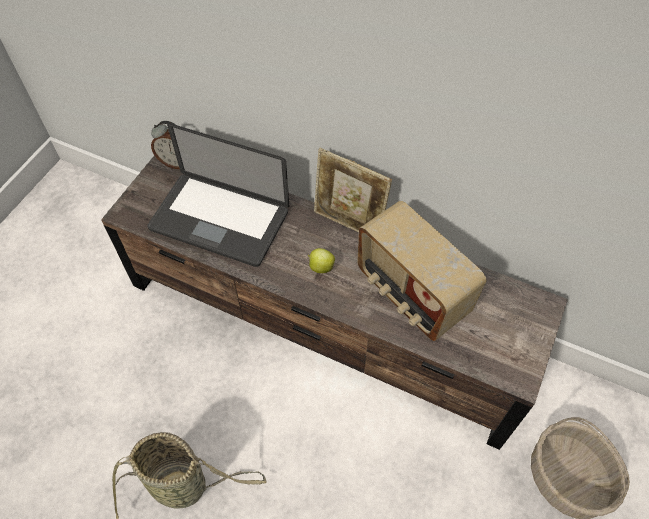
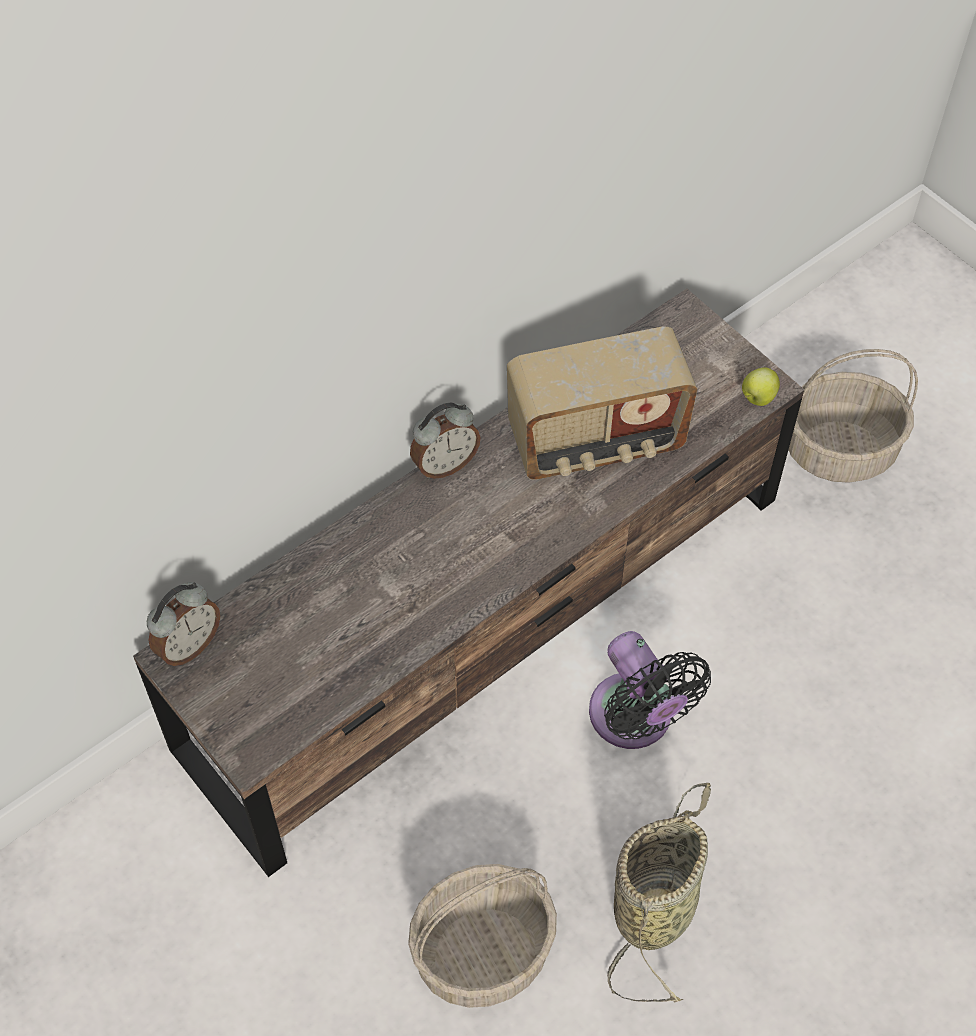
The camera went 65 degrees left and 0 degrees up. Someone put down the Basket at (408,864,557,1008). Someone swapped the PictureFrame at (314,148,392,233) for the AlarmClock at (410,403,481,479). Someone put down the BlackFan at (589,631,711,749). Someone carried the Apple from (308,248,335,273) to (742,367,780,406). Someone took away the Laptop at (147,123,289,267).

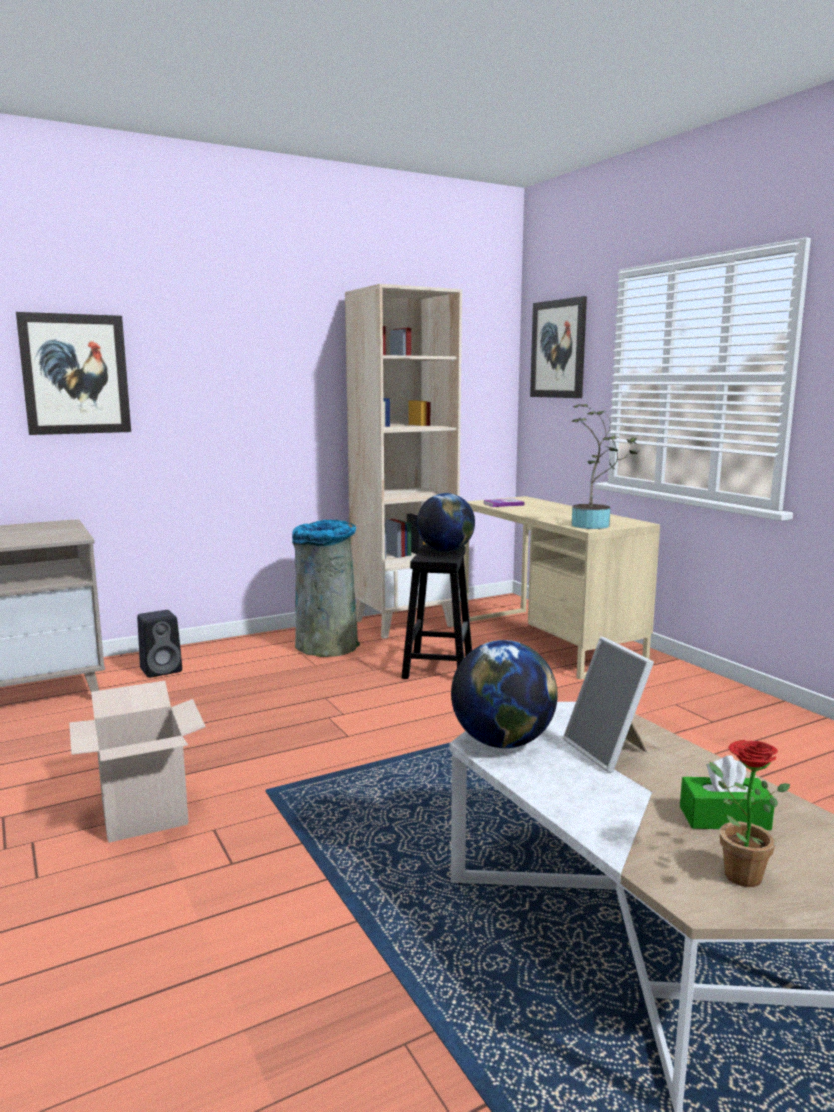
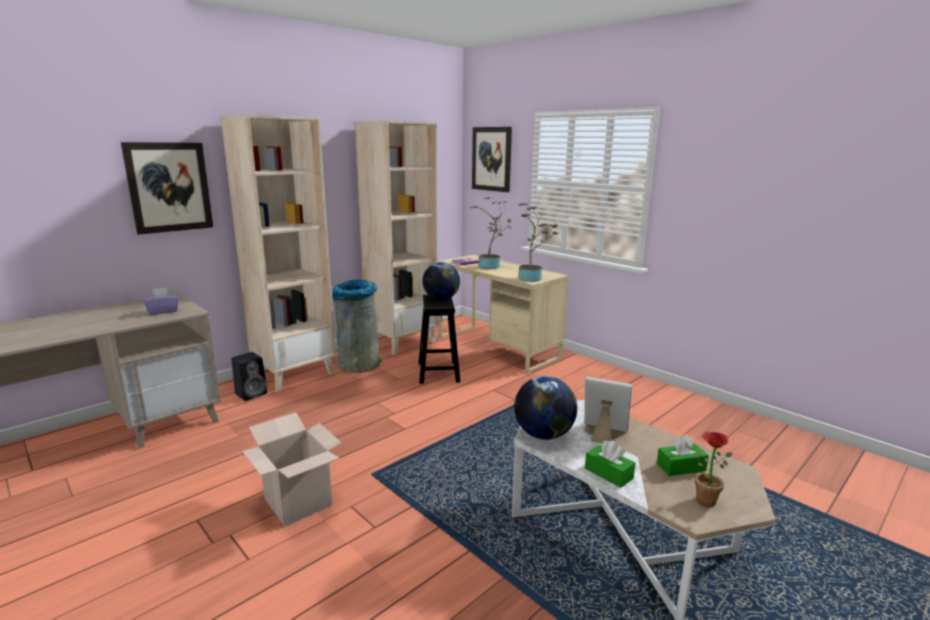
The camera went 15 degrees left and 5 degrees up. Someone put down the PurpleTissueBox at (143,287,179,315). Someone put down the BeigeBookcase at (221,115,336,392). Someone put down the PottedPlant at (470,197,512,269). Someone rotated the PictureFrame at (563,637,654,773) by 150 degrees clockwise. Someone put down the GreenTissueBox at (585,441,635,488).

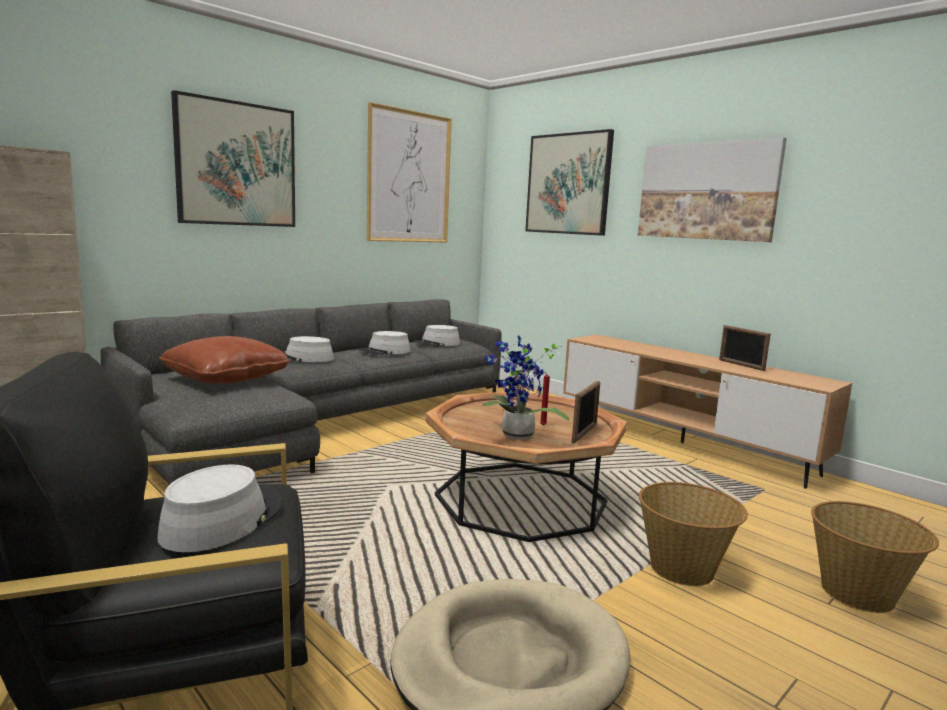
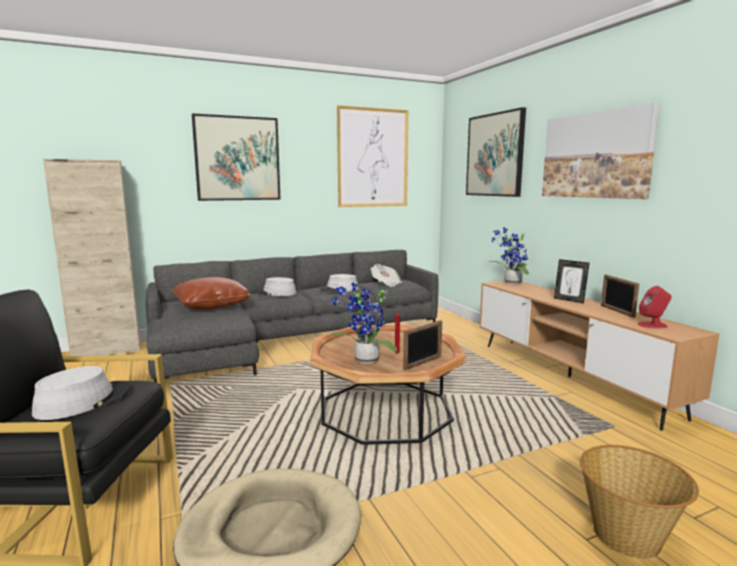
The camera went 20 degrees right and 0 degrees up. Someone swapped the GreyHat at (414,325,460,347) for the Newspaper at (371,264,402,287). Someone put down the PottedPlant at (489,227,529,284). Someone put down the PictureFrame at (554,259,589,304). Someone put down the RedSpeaker at (638,286,672,328). Someone took away the Basket at (639,482,748,586).

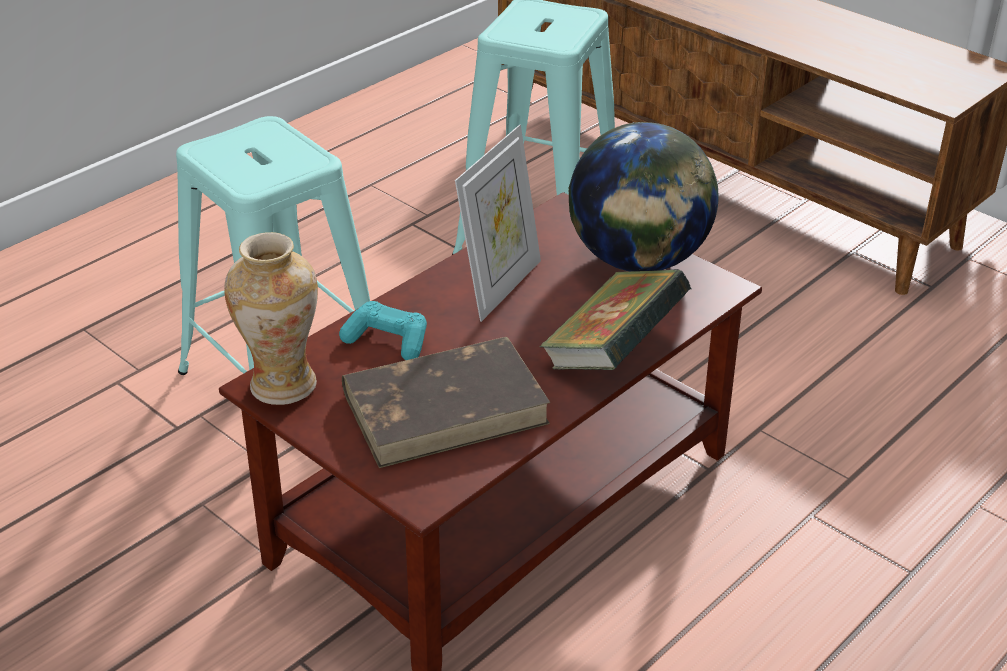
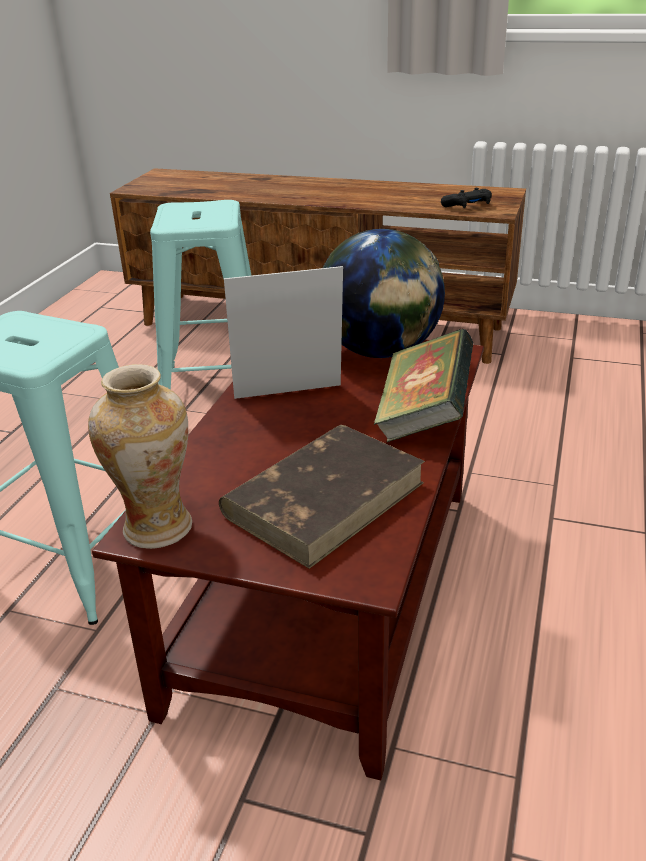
The camera went 25 degrees left and 5 degrees down. Someone rotated the PictureFrame at (455,125,541,322) by 105 degrees counterclockwise. Someone put down the BlackGameController at (441,188,492,208). Someone took away the TurquoiseGameController at (339,301,427,360).

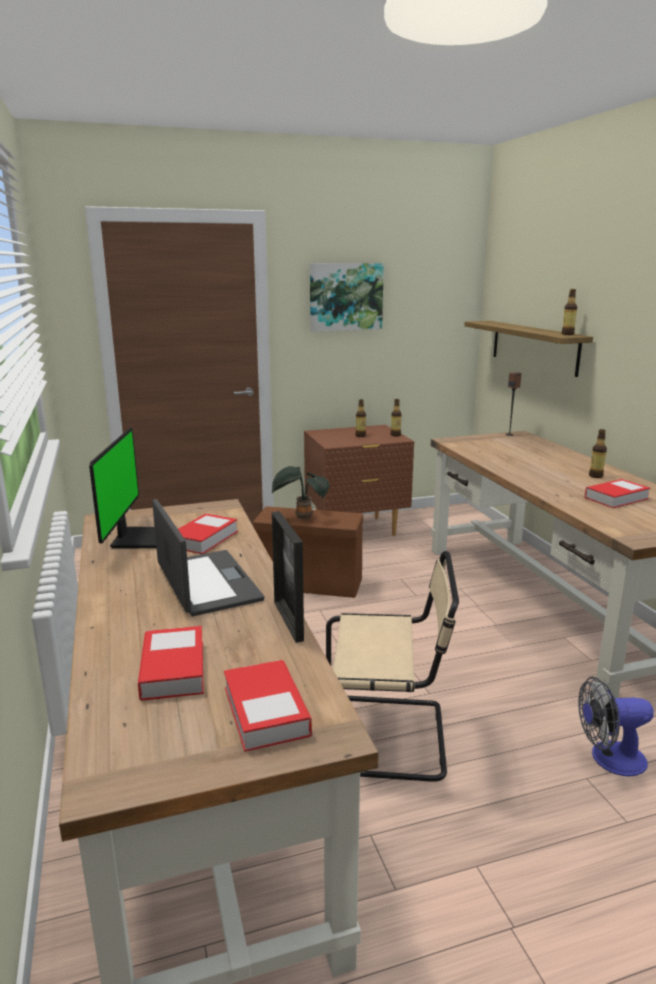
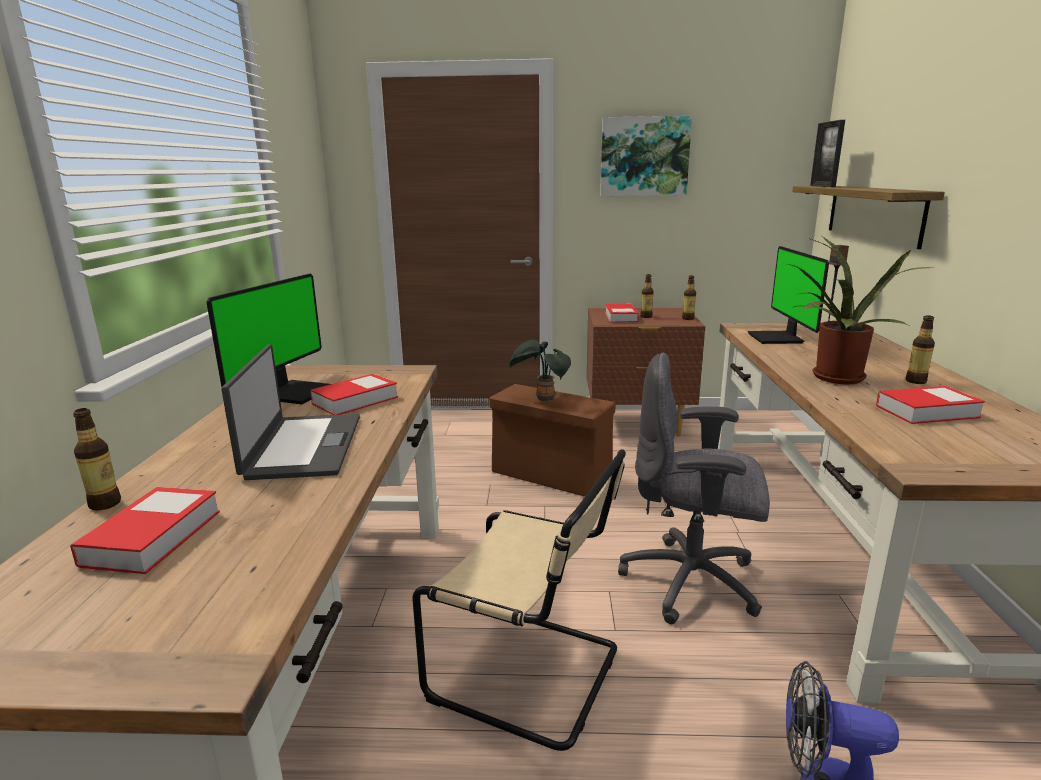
The camera went 20 degrees right and 0 degrees up. Someone carried the Bottle from (562,289,577,335) to (73,408,121,511). Someone carried the Book from (224,660,312,752) to (605,304,639,323). Someone put down the GreyOfficeChair at (618,353,770,624). Someone put down the Monitor at (748,246,829,344). Someone put down the PottedPlant at (788,237,933,384). Someone carried the PictureFrame from (272,511,304,643) to (810,120,845,187).

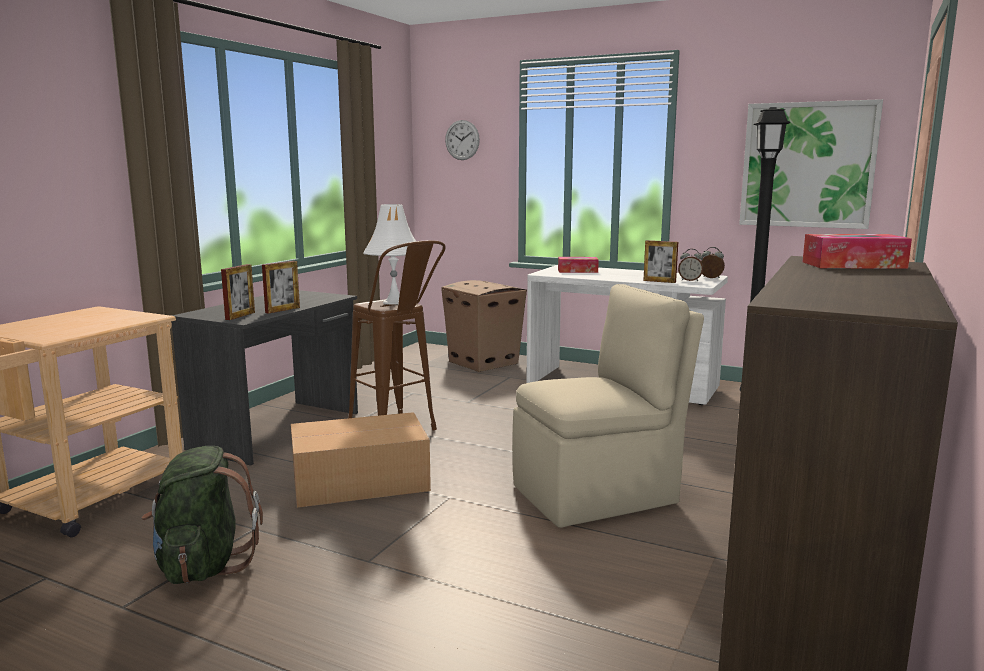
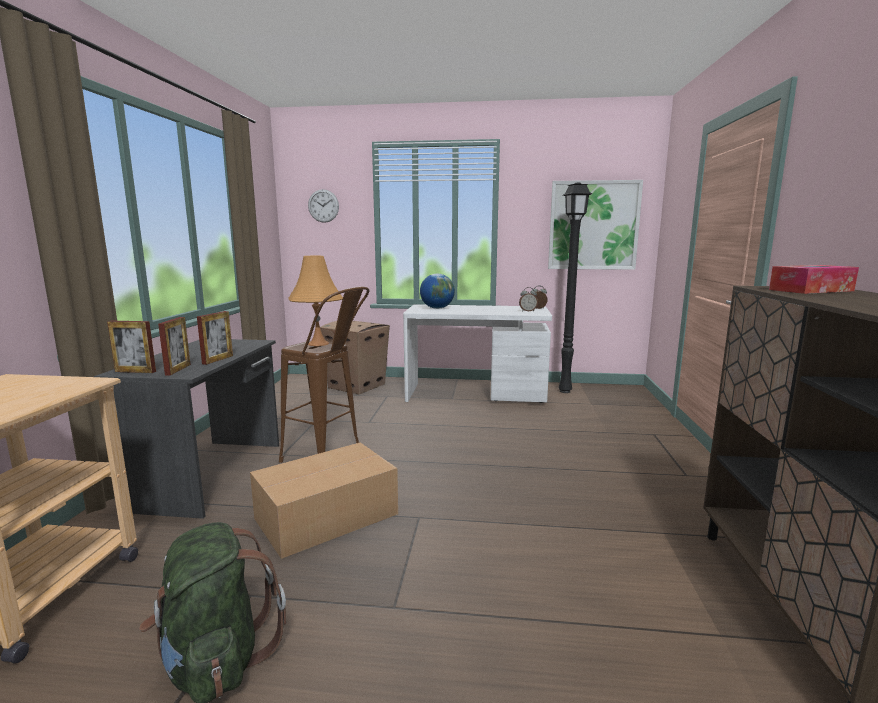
The camera went 20 degrees left and 0 degrees up. Someone carried the PictureFrame from (643,240,678,283) to (107,321,156,373). Someone repainted the WhiteTableLamp at (363,204,416,305), which became the OrangeTableLamp at (289,256,343,346). Someone swapped the TissueBox at (558,257,599,273) for the Globe at (420,274,455,309). Someone took away the BeigeChair at (512,284,704,528).

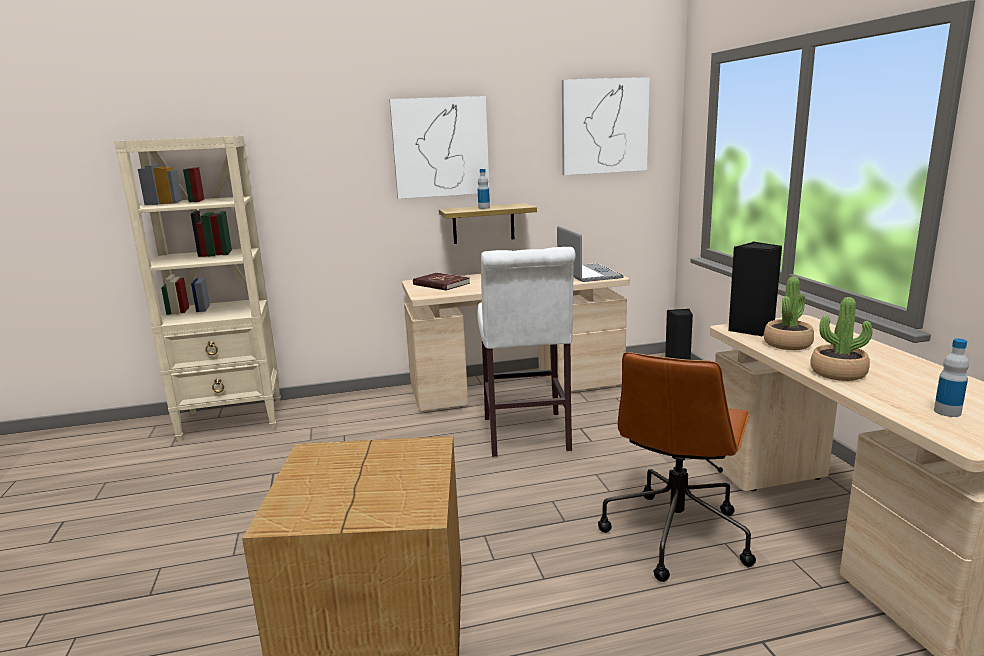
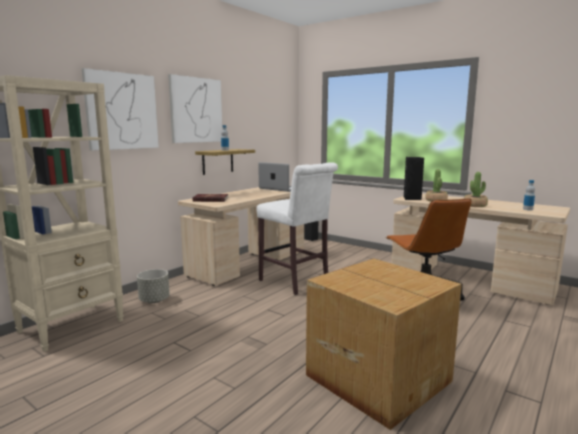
The camera went 40 degrees left and 5 degrees down. Someone carried the Picture from (562,77,650,175) to (82,68,159,151). Someone put down the GreyPlanter at (137,269,170,303).

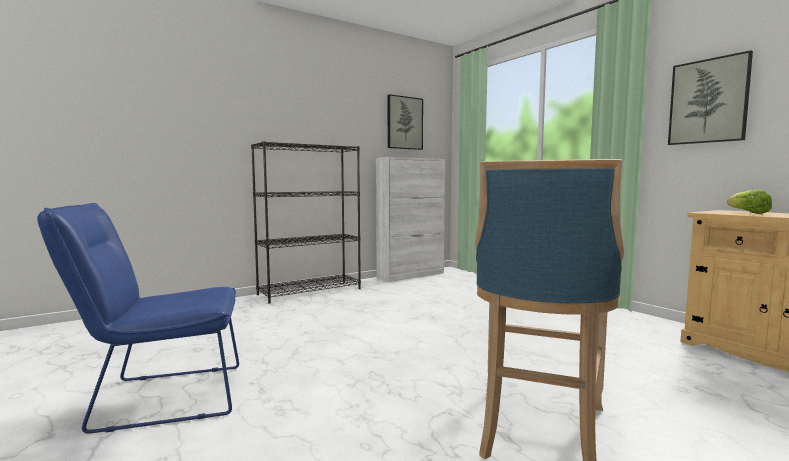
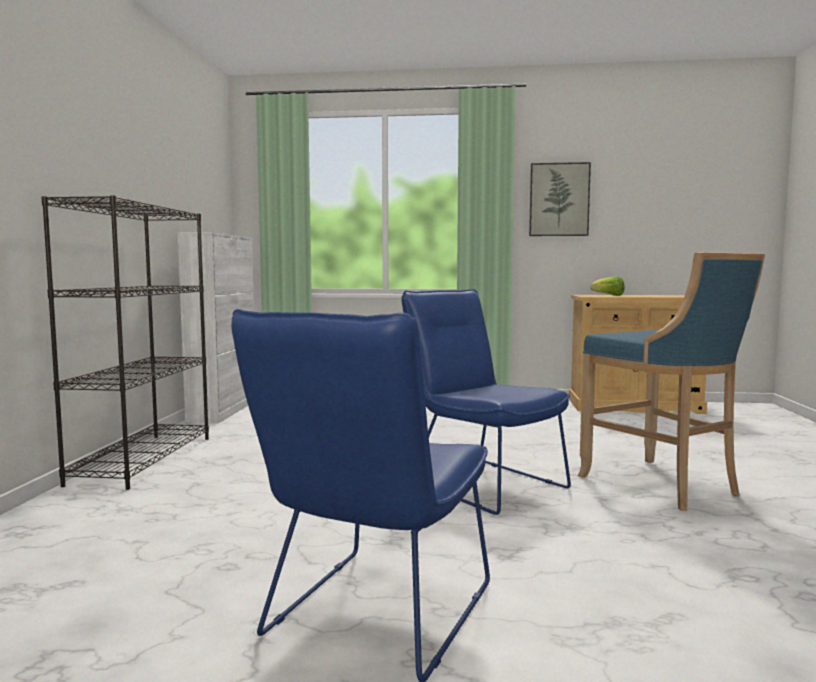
The camera went 50 degrees left and 0 degrees up. Someone put down the BlueChair at (401,289,571,515). Someone took away the Picture at (388,94,423,150).

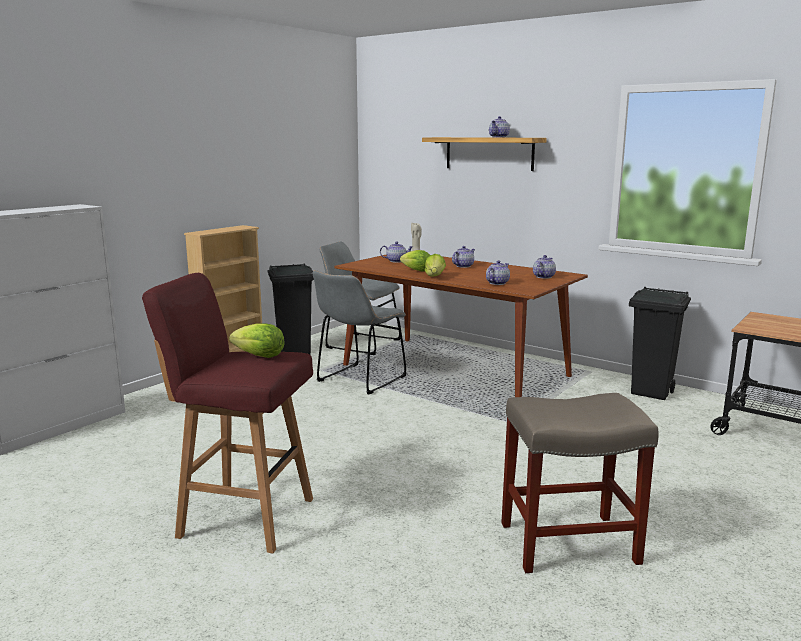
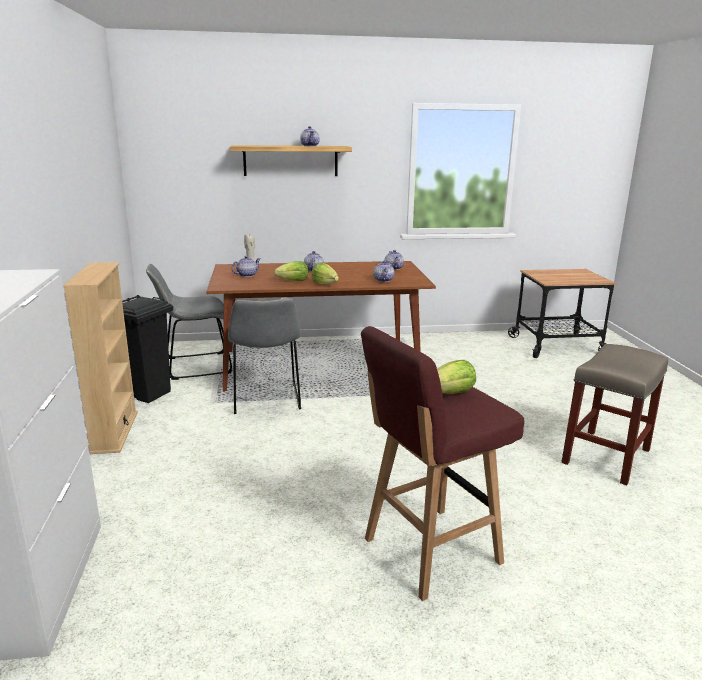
The camera went 45 degrees left and 5 degrees up. Someone took away the BlackTrashCan at (629,287,691,400).

